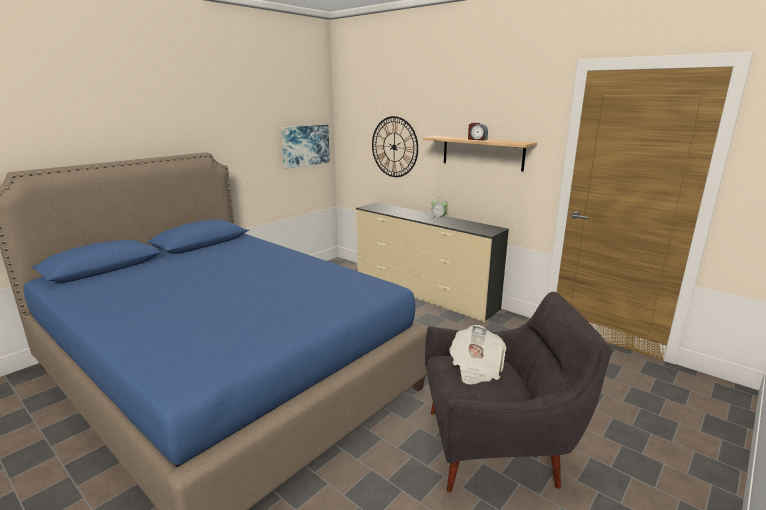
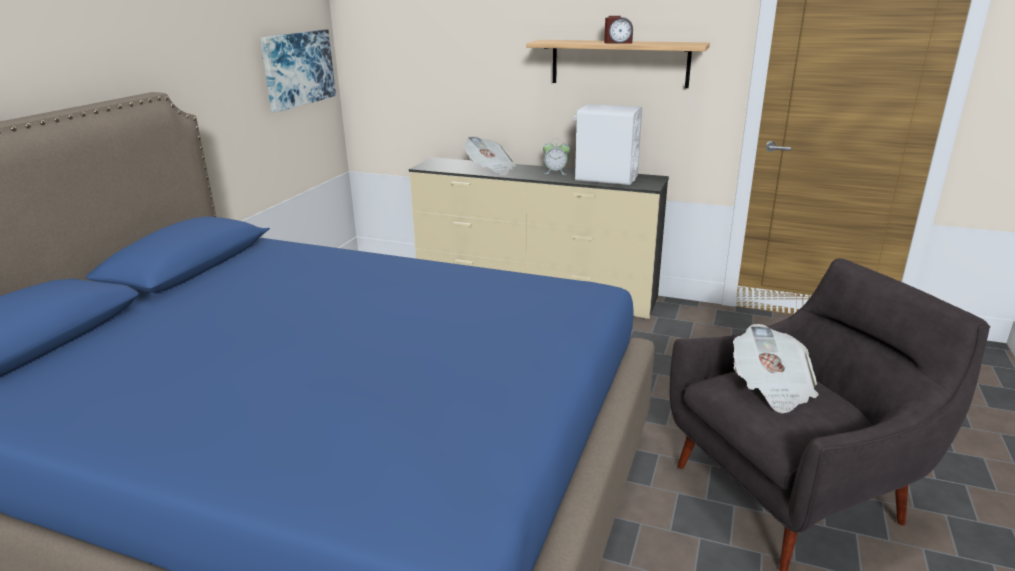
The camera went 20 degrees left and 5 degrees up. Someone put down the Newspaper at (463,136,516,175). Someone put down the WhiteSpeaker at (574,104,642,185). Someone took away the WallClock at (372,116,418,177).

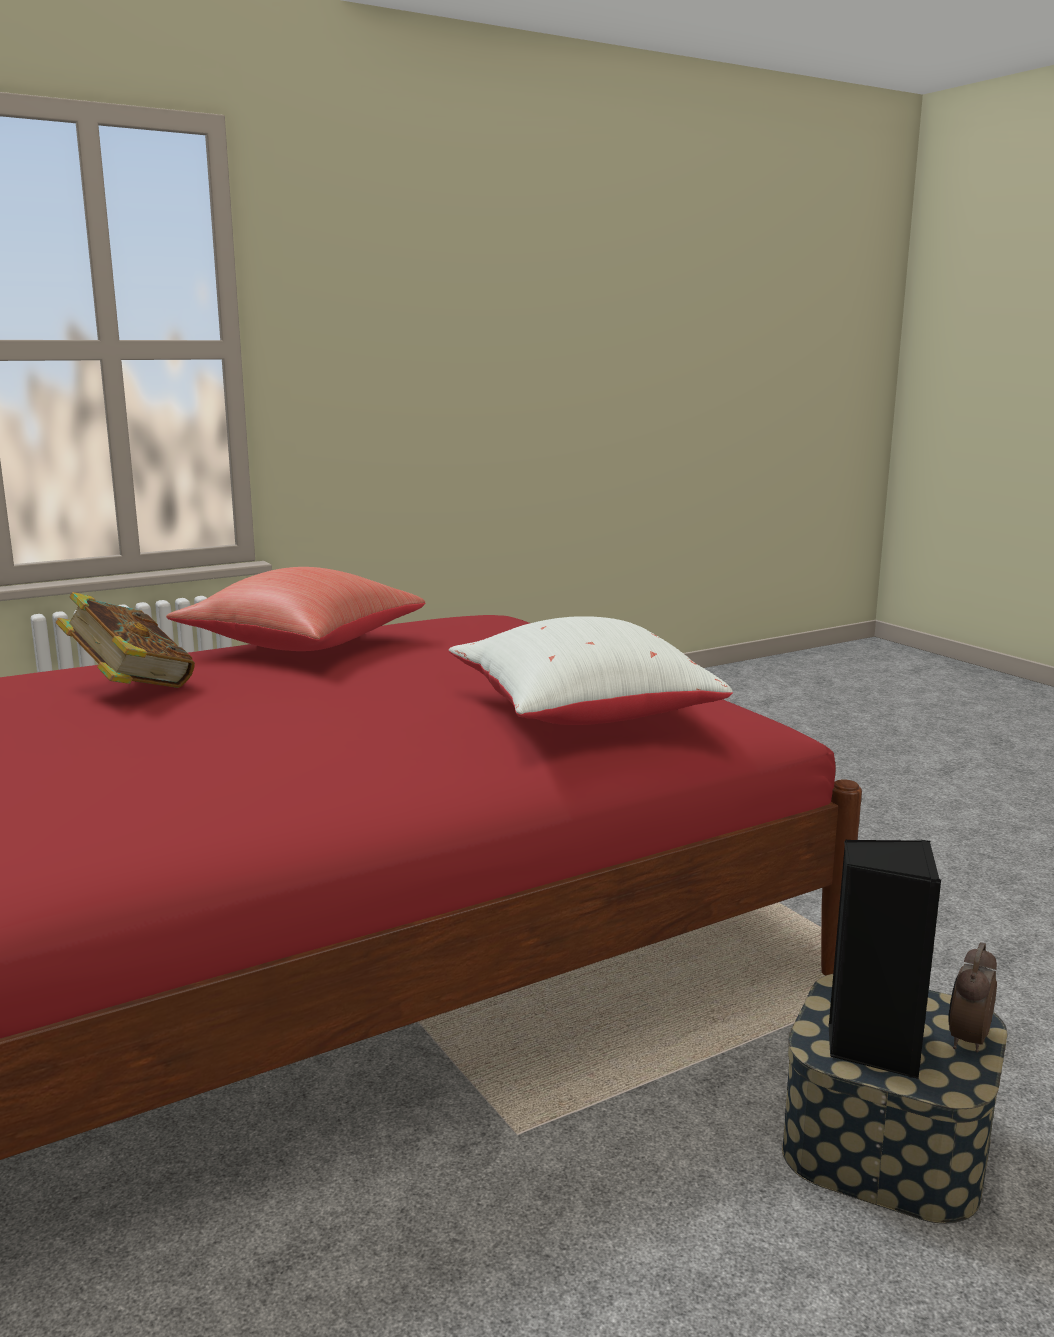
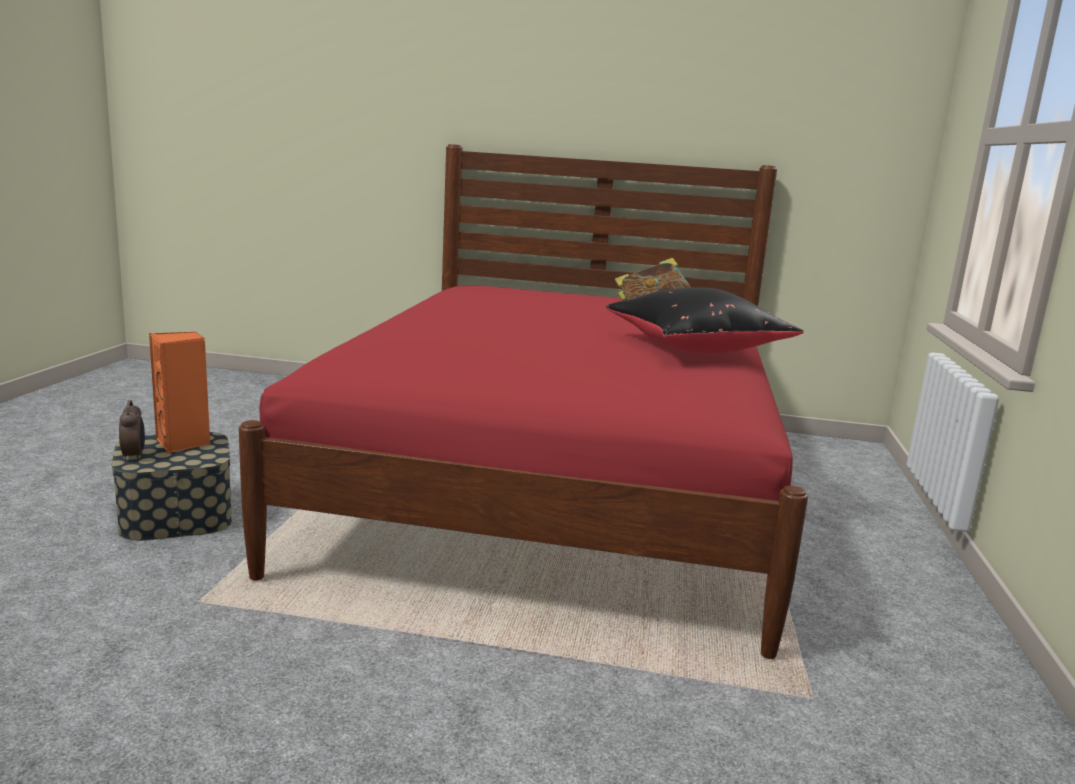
The camera went 130 degrees right and 0 degrees up. Someone repainted the BlackSpeaker at (828,840,941,1079), which became the OrangeSpeaker at (149,332,210,453). Someone repainted the RedPillow at (166,567,425,651), which became the BlackPillow at (606,287,804,354). Someone took away the WhitePillow at (449,616,733,725).

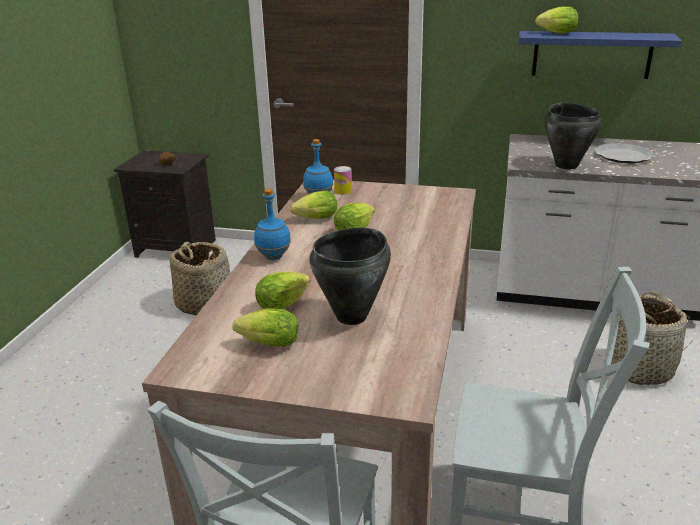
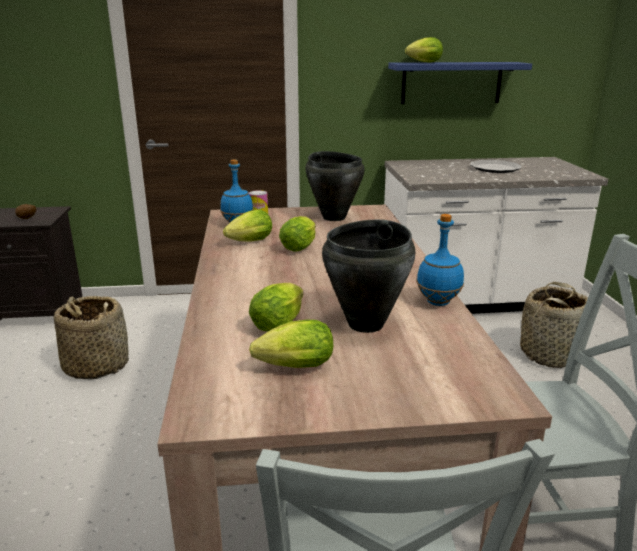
The camera went 20 degrees left and 5 degrees down. Someone carried the BlackCookingPot from (545,103,602,170) to (305,151,365,221). Someone carried the BlueBottle from (254,189,291,260) to (417,214,464,306).

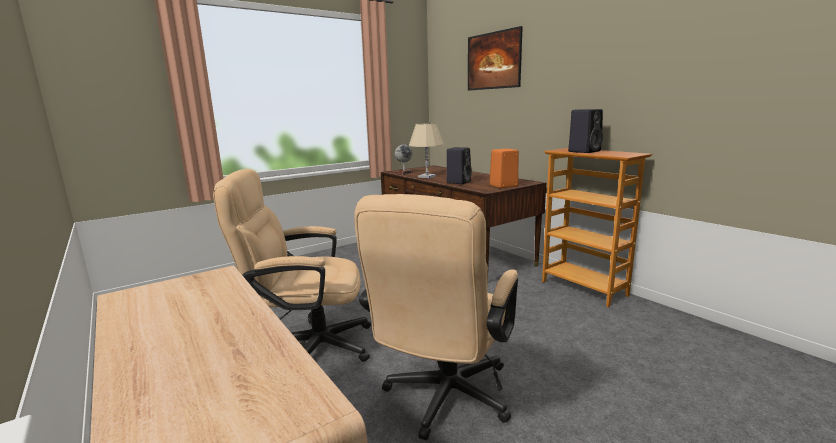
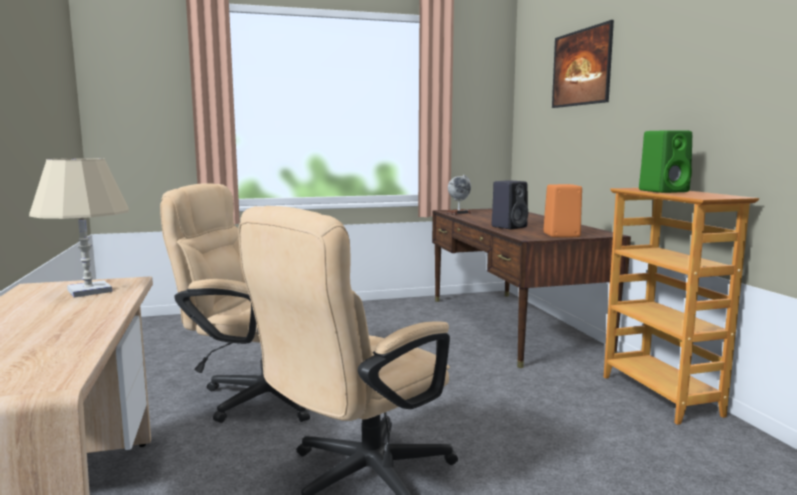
The camera went 20 degrees right and 5 degrees down. Someone carried the BeigeTableLamp from (409,123,444,178) to (29,158,129,297). Someone repainted the BlackSpeaker at (568,109,603,153), which became the GreenSpeaker at (639,130,692,193).

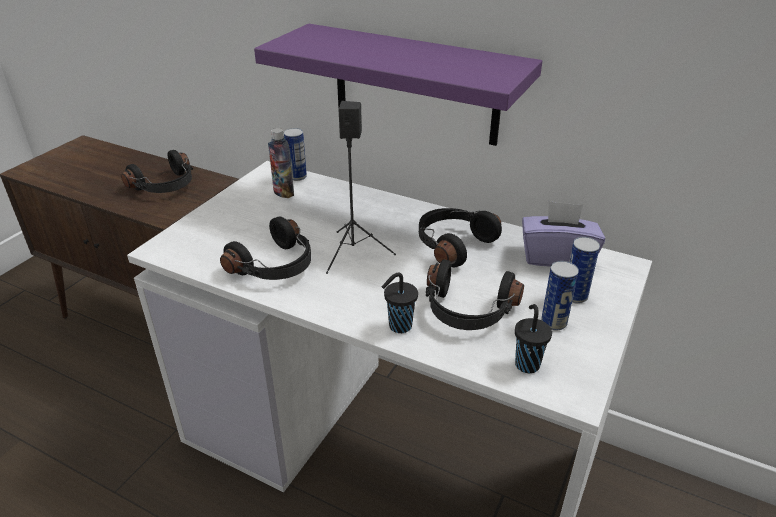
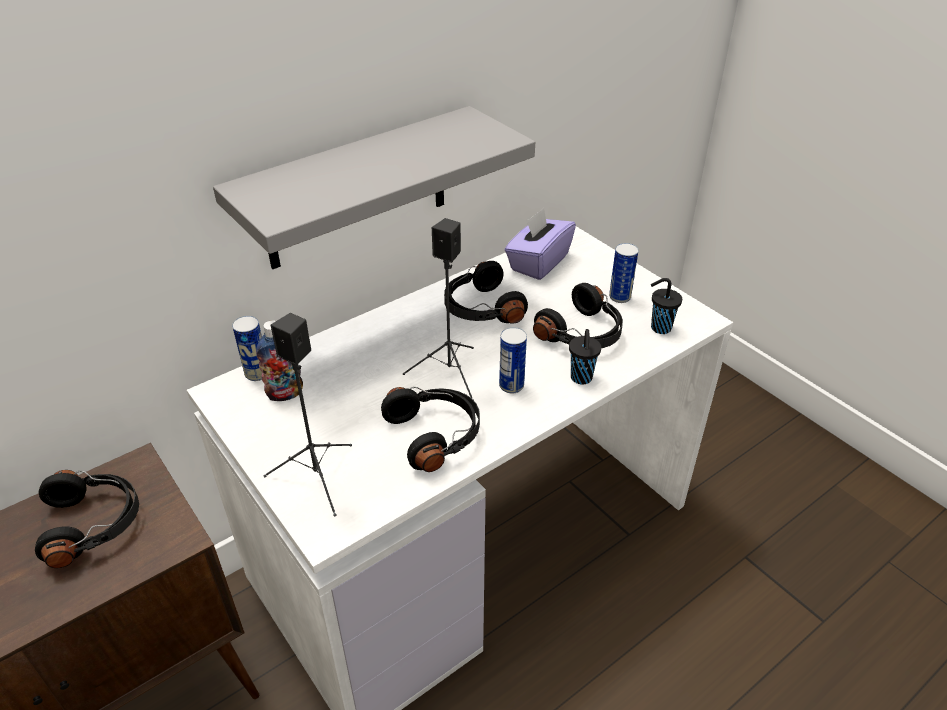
The camera went 65 degrees left and 5 degrees up. Someone repainted the PurpleShelf at (254,24,542,146), which became the GreyShelf at (213,106,535,269). Someone put down the BlackSpeaker at (264,313,352,517). Someone carried the Can from (569,237,600,304) to (499,327,527,393).

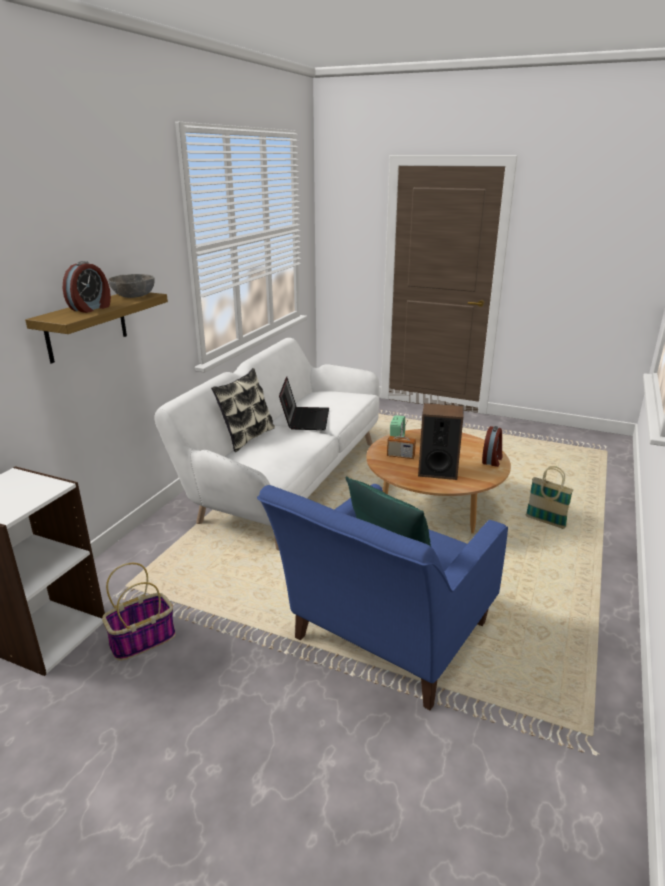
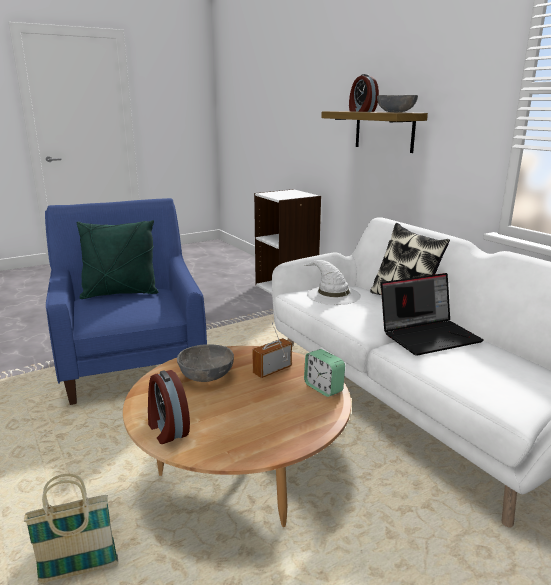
The camera went 125 degrees right and 5 degrees down. Someone swapped the Speaker at (418,403,463,480) for the GreyBowl at (177,344,234,382). Someone put down the WhiteHat at (302,260,361,305). Someone rotated the Laptop at (279,377,329,430) by 60 degrees counterclockwise. Someone took away the Basket at (102,563,176,661).

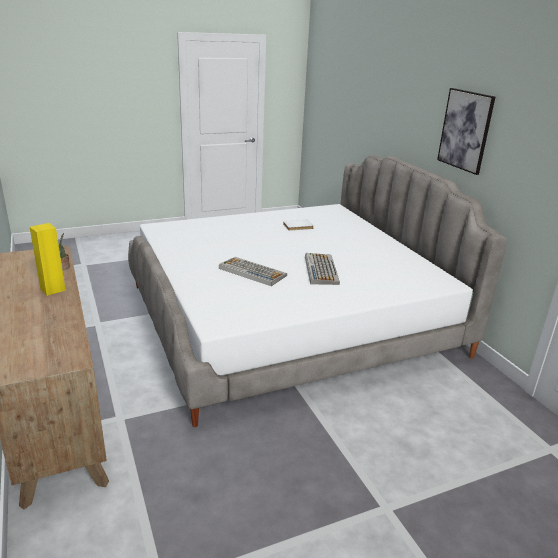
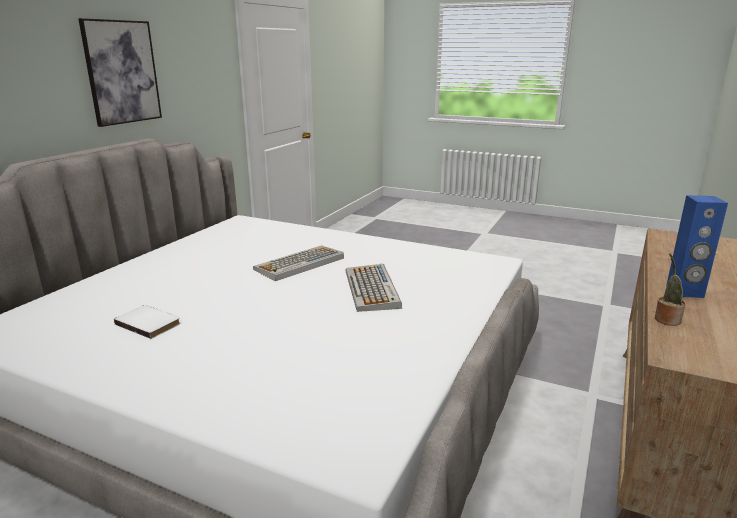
The camera went 130 degrees left and 5 degrees down. Someone repainted the YellowSpeaker at (30,223,66,296), which became the BlueSpeaker at (666,195,728,298).

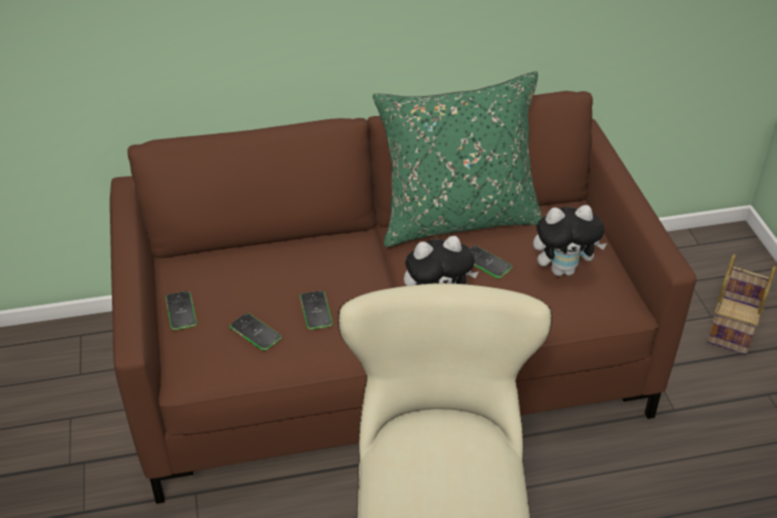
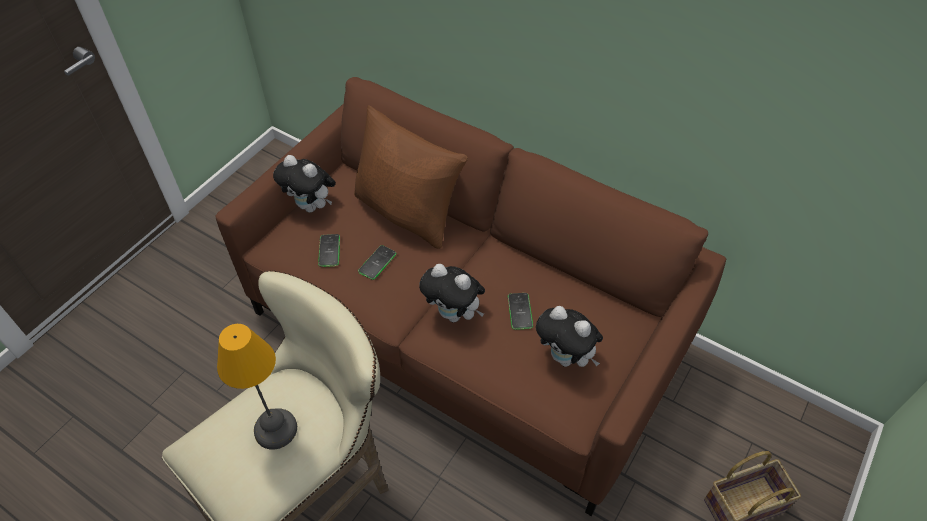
The camera went 45 degrees right and 10 degrees up. Someone put down the TableLamp at (217,324,297,450). Someone swapped the Phone at (165,291,197,330) for the PlushToy at (273,155,336,213). Someone put down the BrownPillow at (354,105,468,249). Someone took away the GreenPillow at (373,71,542,247).

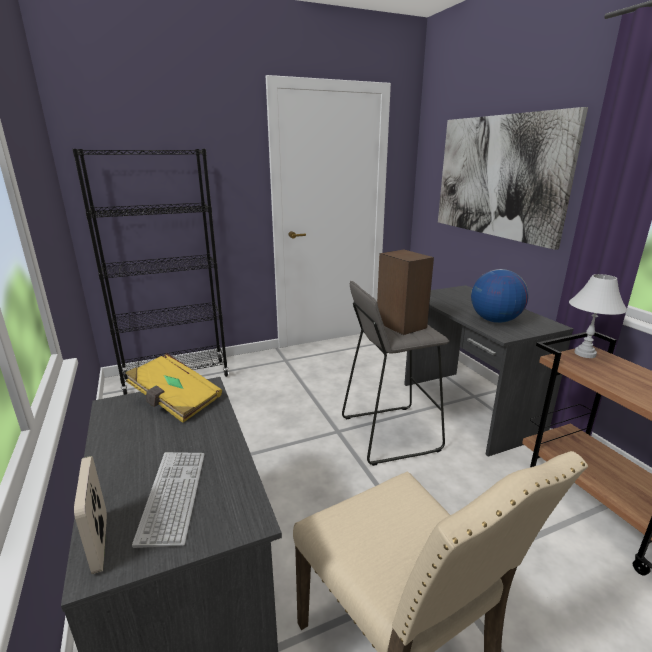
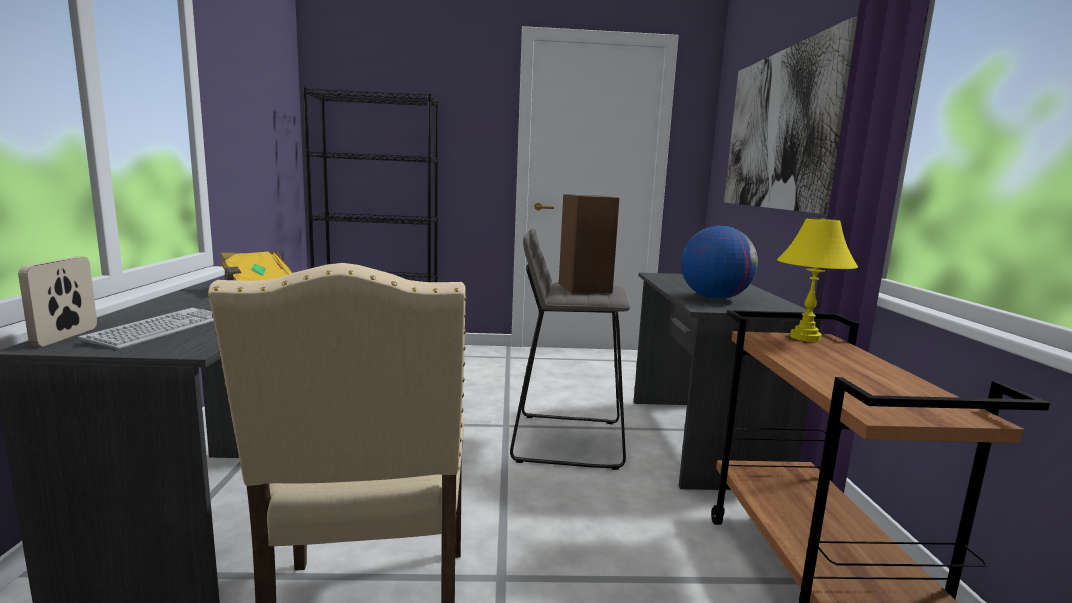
The camera went 20 degrees right and 10 degrees down. Someone repainted the WhiteTableLamp at (569,274,627,358), which became the YellowTableLamp at (777,218,858,342).

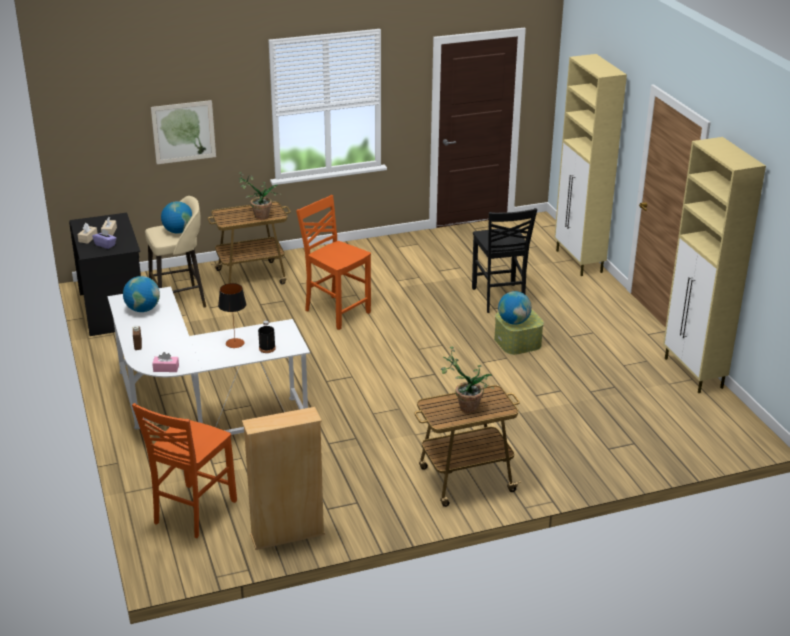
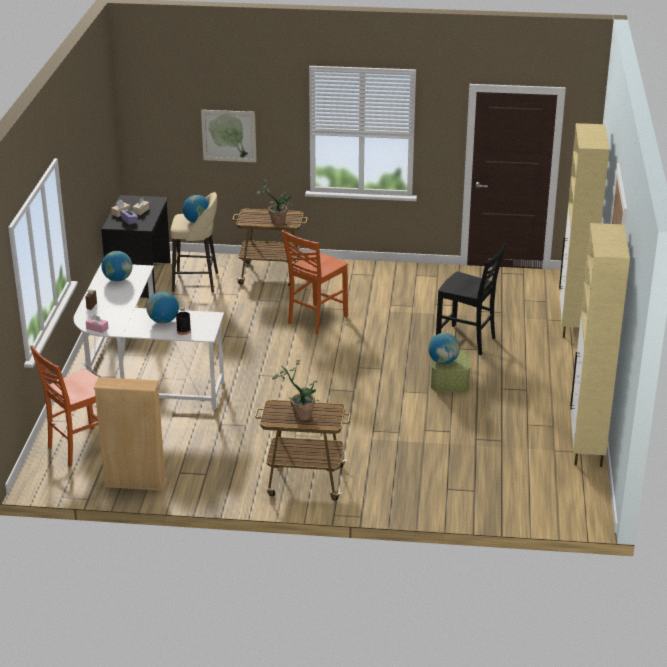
The camera went 25 degrees right and 0 degrees up. Someone swapped the TableLamp at (218,283,246,348) for the Globe at (146,291,179,324). Someone rotated the OrangeChair at (296,195,371,330) by 120 degrees counterclockwise. Someone rotated the BlackChair at (472,208,537,313) by 75 degrees counterclockwise.

